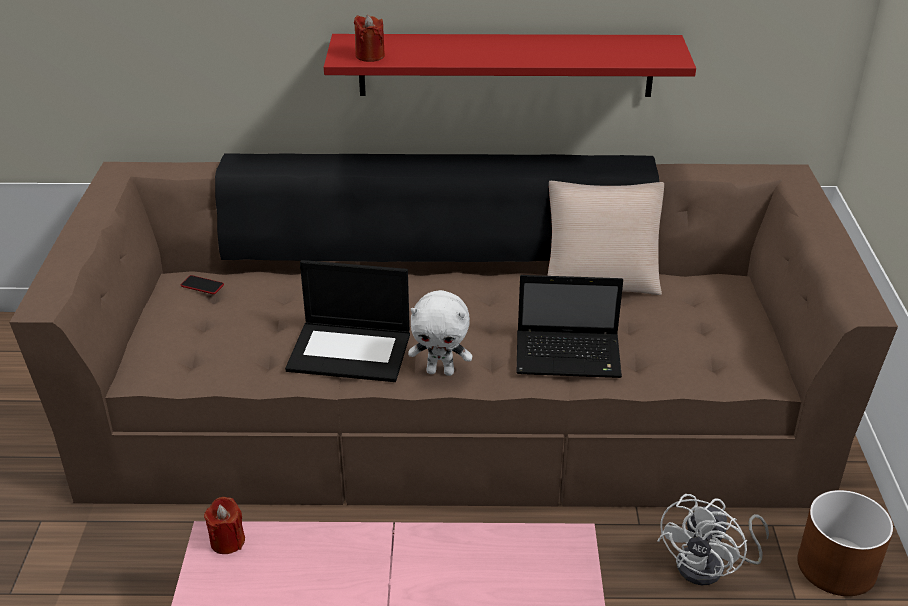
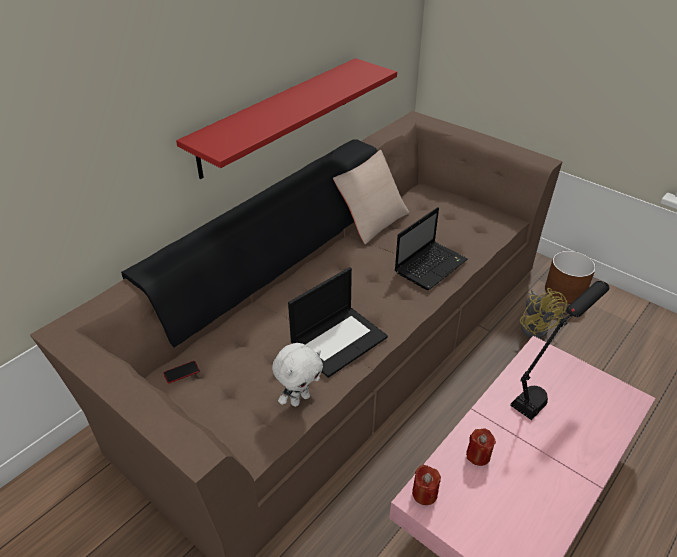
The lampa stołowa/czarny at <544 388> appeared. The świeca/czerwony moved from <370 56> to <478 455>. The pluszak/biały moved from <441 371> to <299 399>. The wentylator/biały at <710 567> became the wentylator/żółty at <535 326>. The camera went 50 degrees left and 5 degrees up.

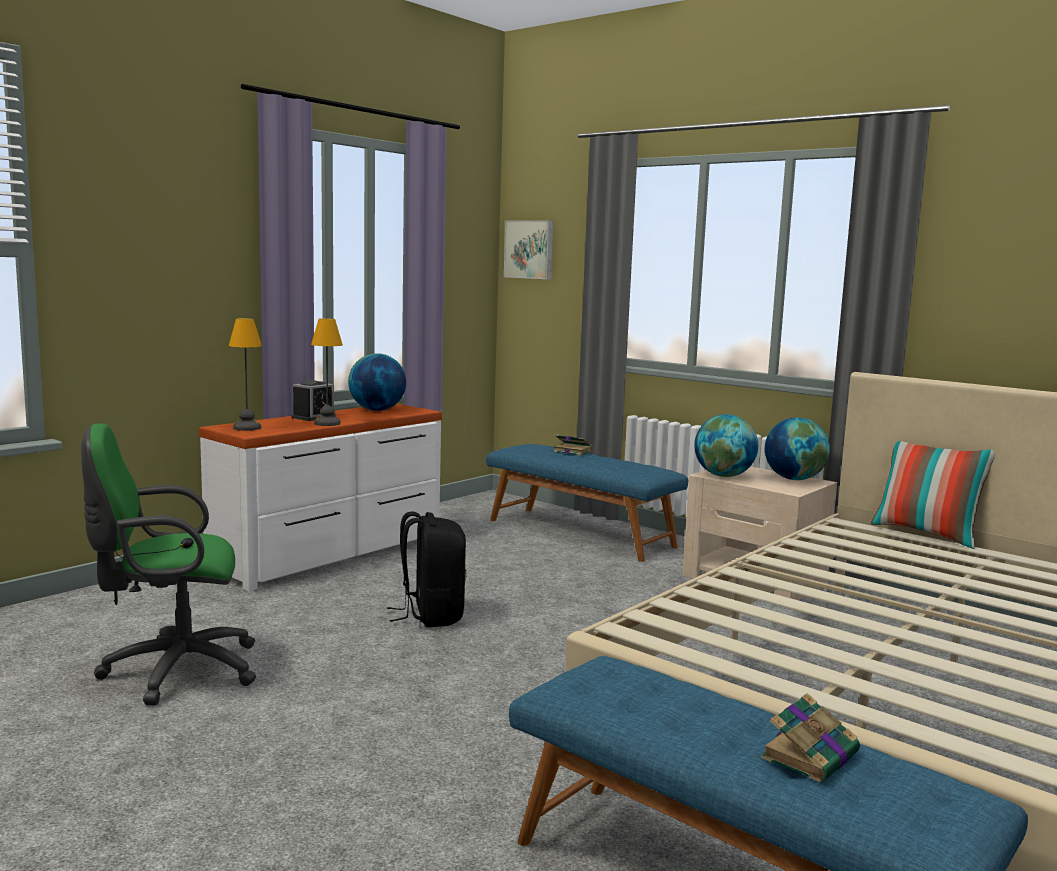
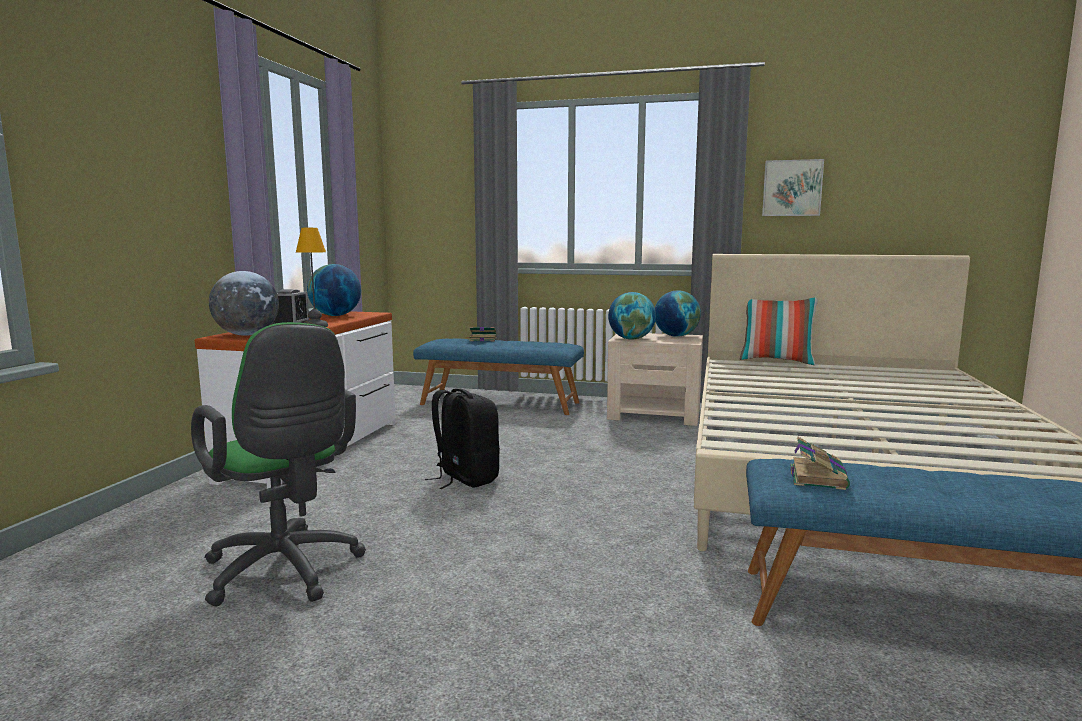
The obraz moved from <530 249> to <792 188>. The książka moved from <811 755> to <817 477>. The lampa stołowa at <247 428> was replaced by the globus at <247 335>. The krzesło biurowe/zielony at <173 671> turned 90 degrees counterclockwise. The camera went 25 degrees left and 0 degrees up.

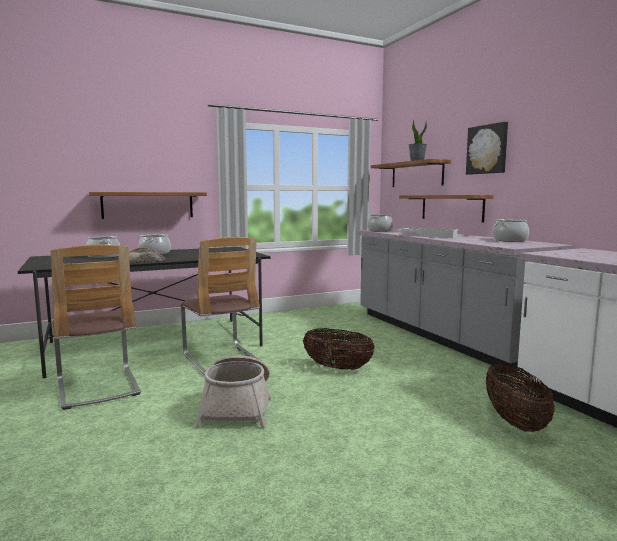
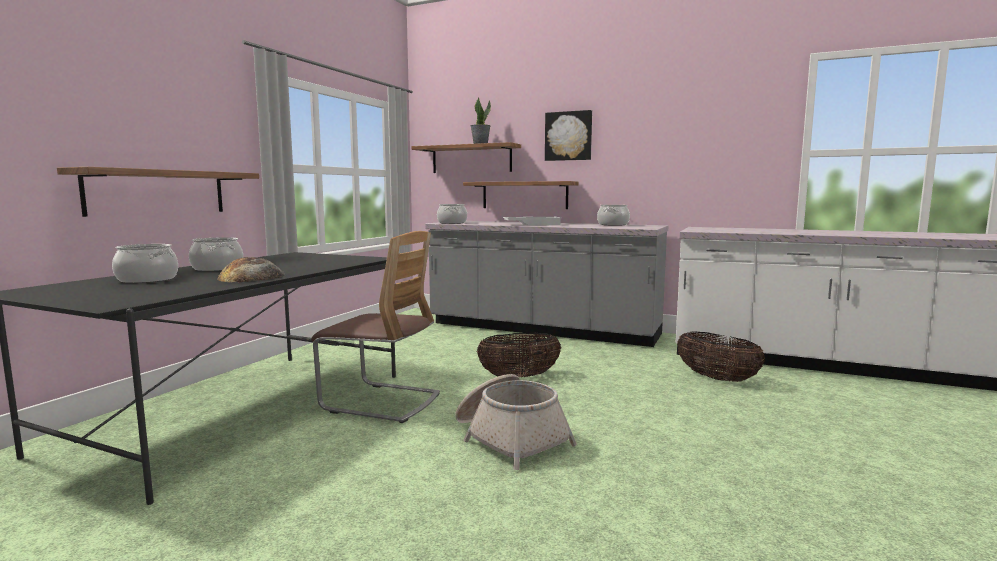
The krzesło at <98 387> disappeared. The camera went 40 degrees left and 0 degrees up.

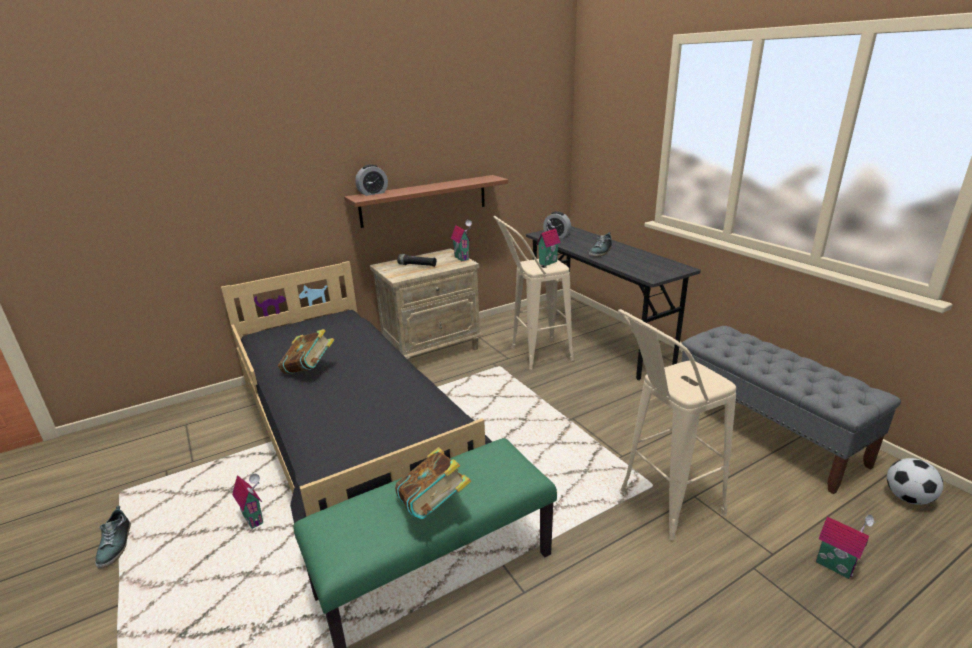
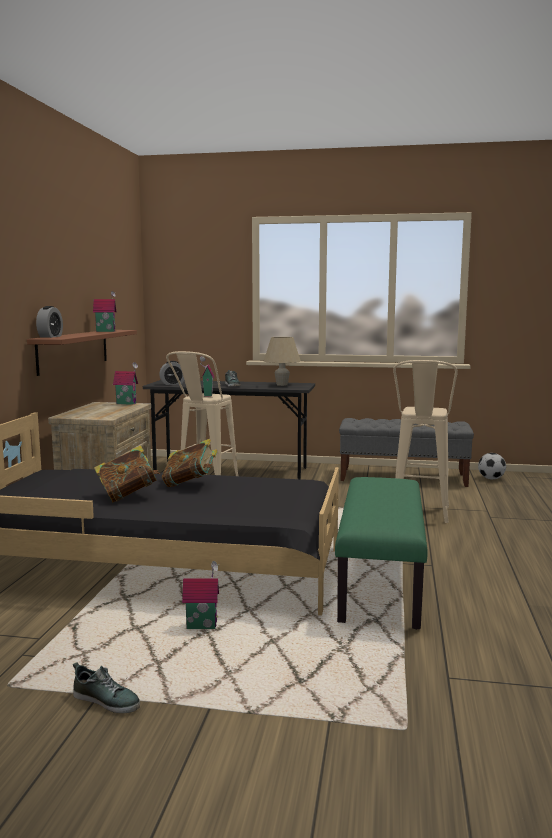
The latarka/czarny at <417 265> disappeared. The lampa stołowa/beżowy at <282 384> appeared. The książka moved from <434 506> to <190 484>. The domek moved from <835 565> to <106 331>. The camera went 50 degrees left and 15 degrees down.

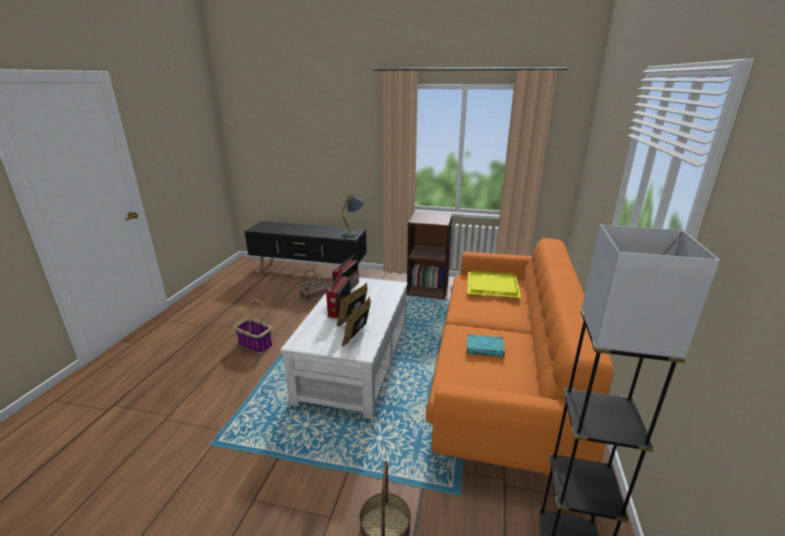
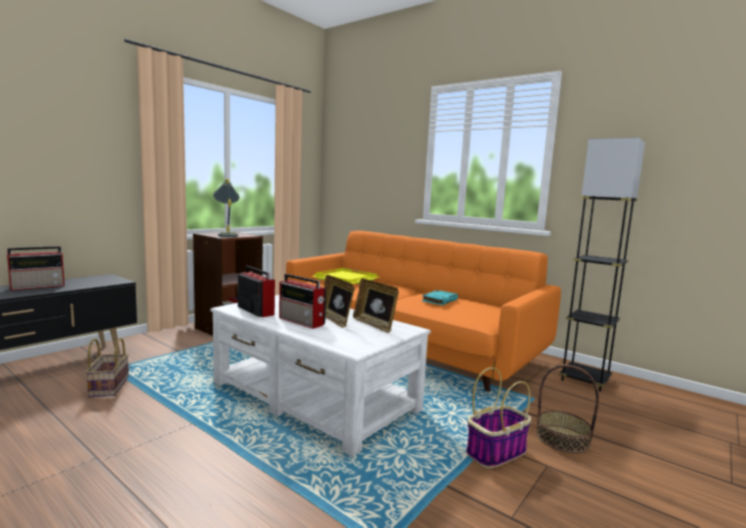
The radio at <39 286> appeared. The koszyk moved from <256 344> to <496 452>. The lampa stołowa/szary moved from <353 233> to <227 235>. The camera went 65 degrees left and 15 degrees down.

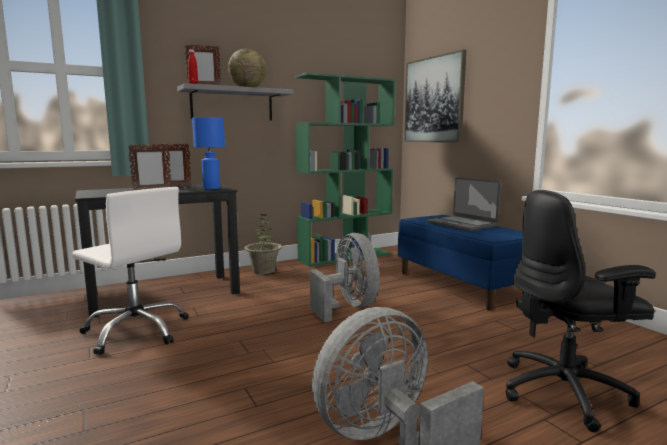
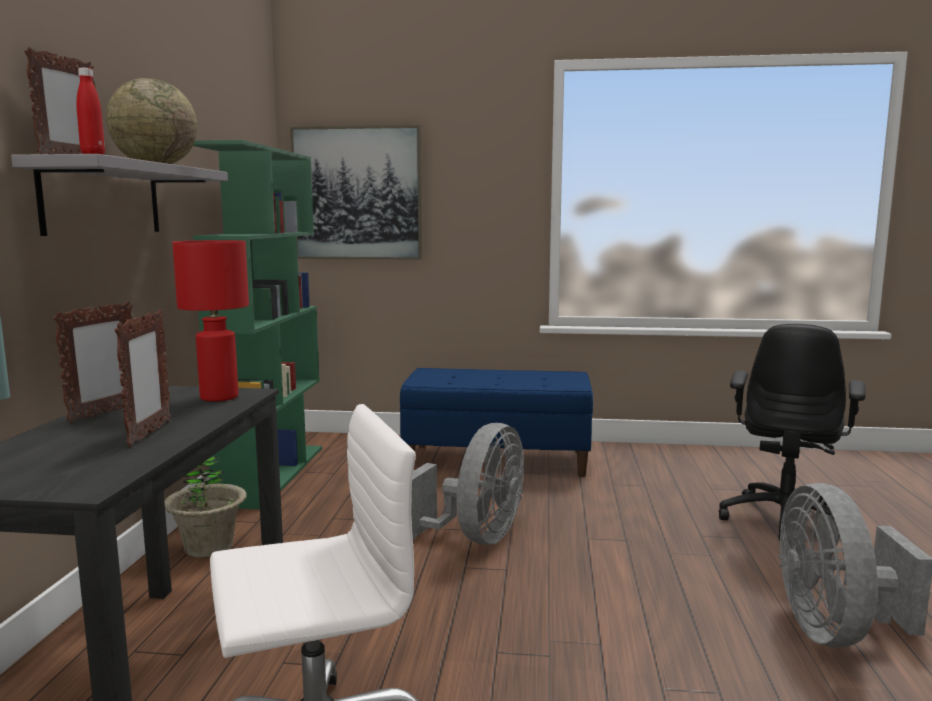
The laptop at <461 224> disappeared. The lampa stołowa/niebieski at <212 188> became the lampa stołowa/czerwony at <220 397>. The wentylator/szary at <348 307> turned 105 degrees clockwise. The camera went 55 degrees left and 0 degrees up.

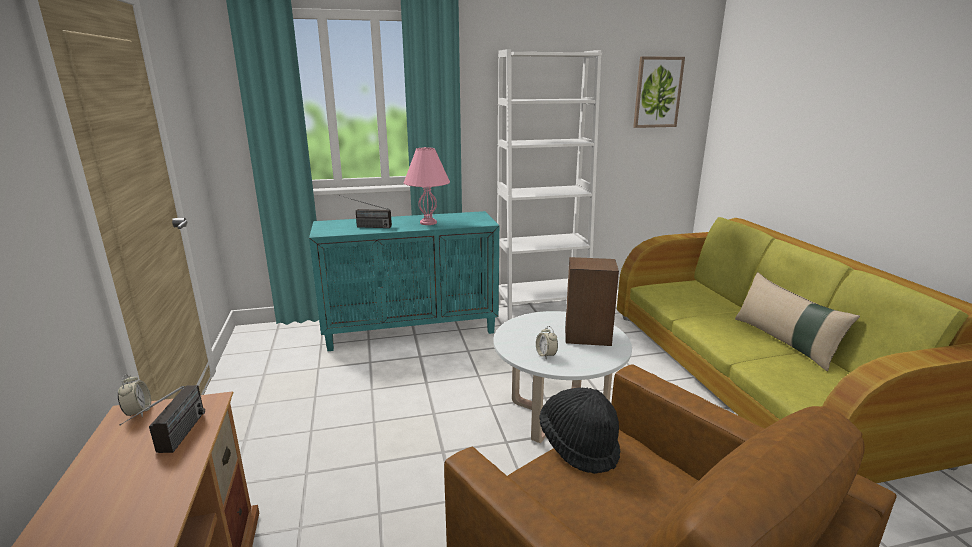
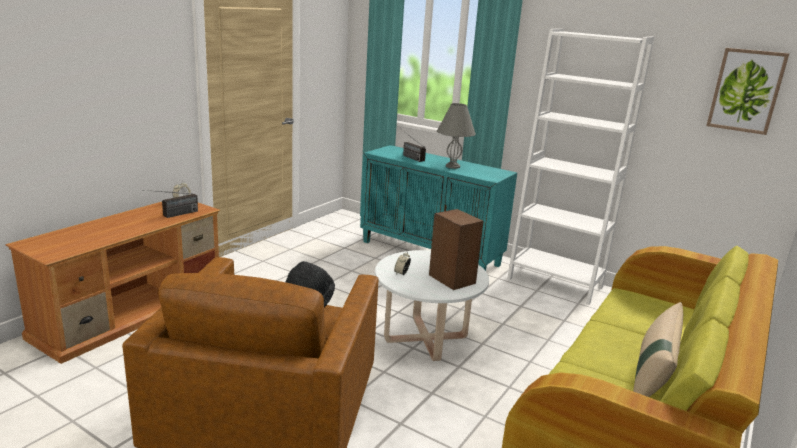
The lampa stołowa/różowy at <428 223> became the lampa stołowa/szary at <452 166>. The camera went 45 degrees right and 0 degrees up.

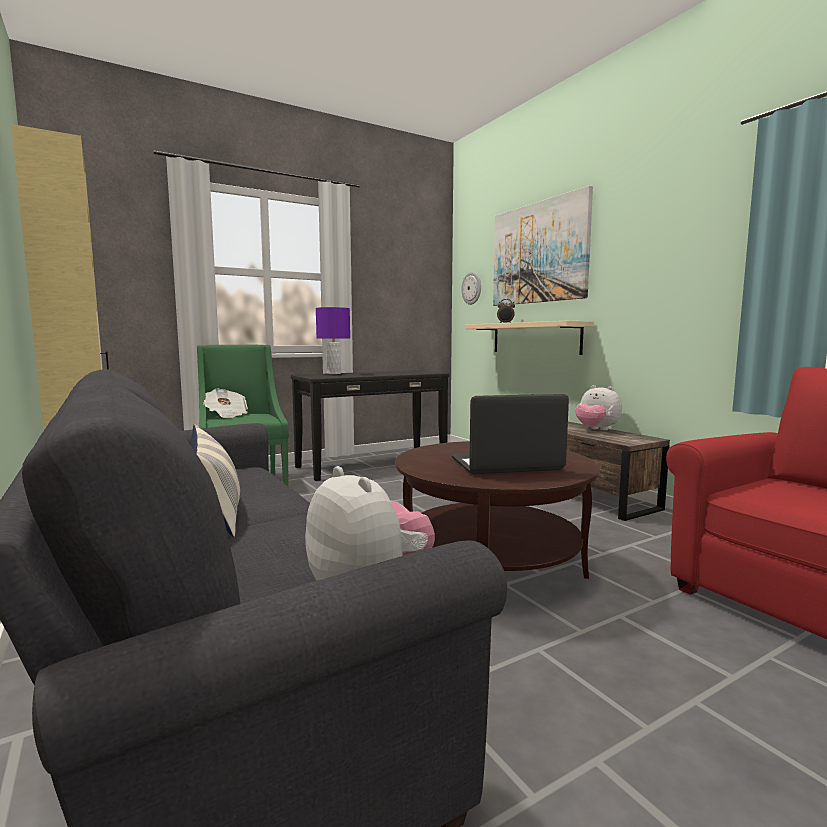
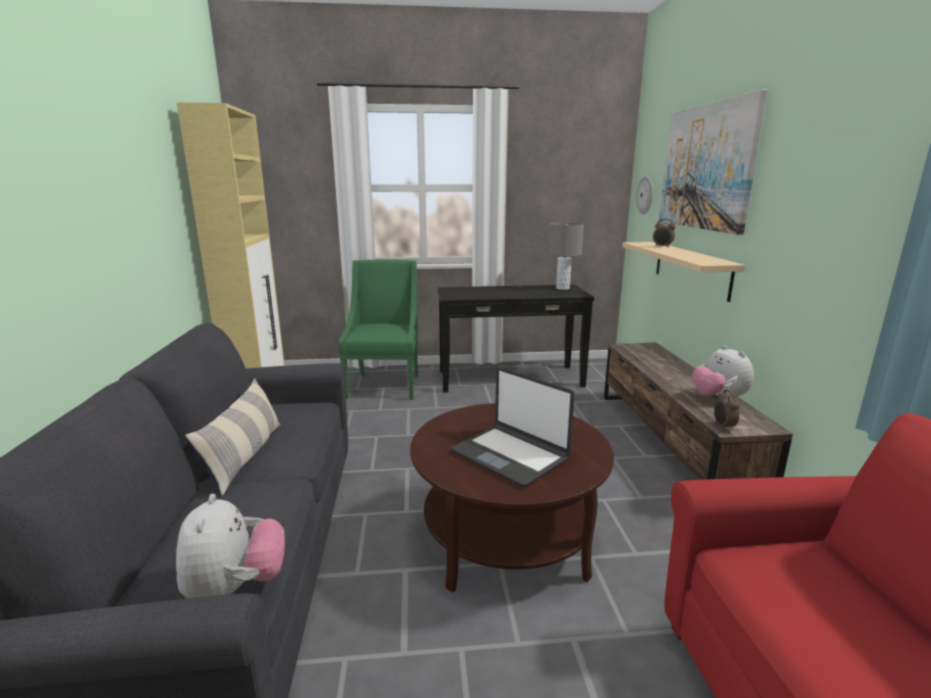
The gazeta at <226 415> disappeared. The lampa stołowa/fioletowy at <334 373> disappeared. The lampa stołowa/szary at <563 288> appeared. The budzik at <723 427> appeared. The laptop at <506 465> turned 150 degrees counterclockwise. The camera went 25 degrees right and 10 degrees up.

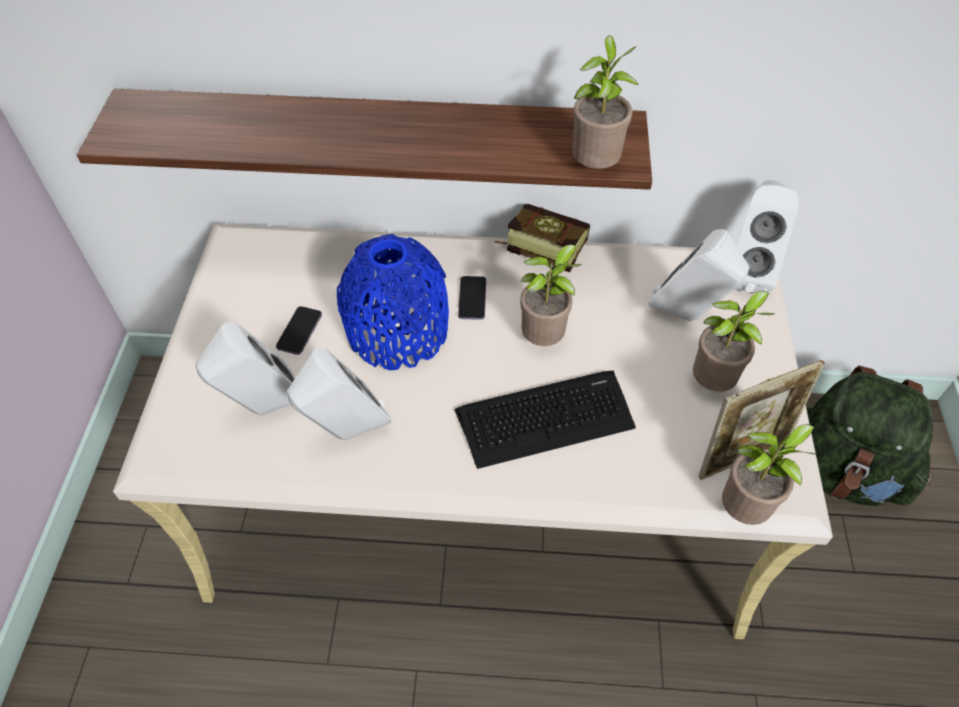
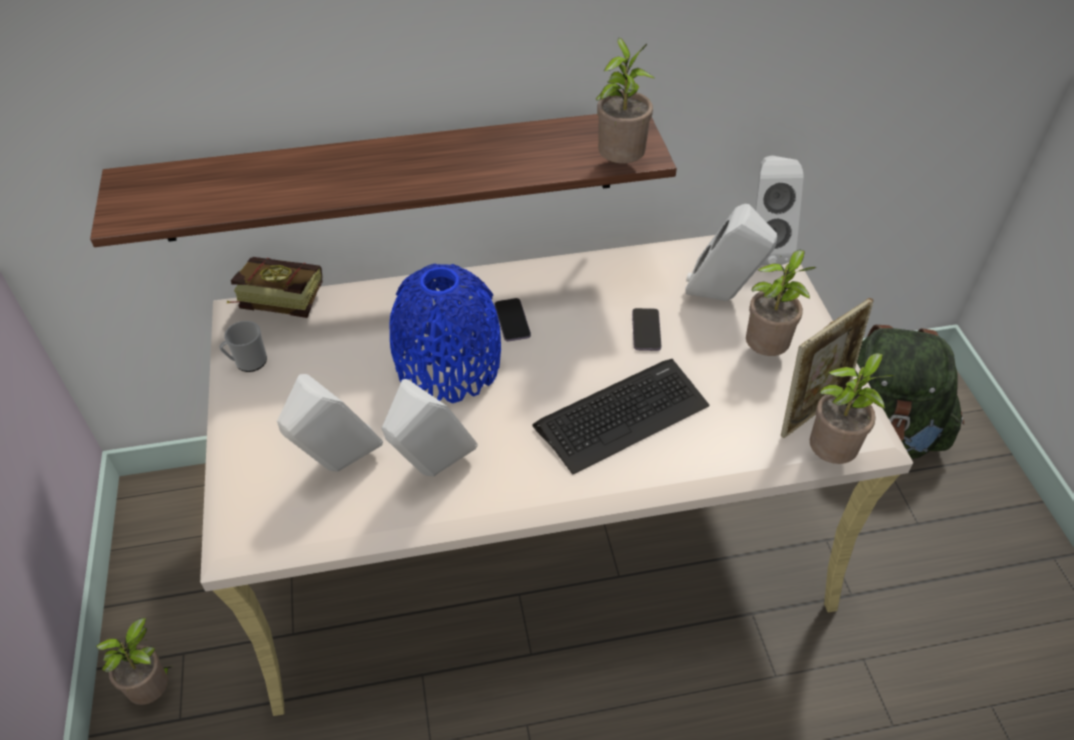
The kubek at <247 362> appeared. The telefon moved from <299 331> to <646 331>. The książka moved from <538 248> to <275 300>. The roślina doniczkowa moved from <544 339> to <155 689>. The camera went 15 degrees left and 5 degrees down.

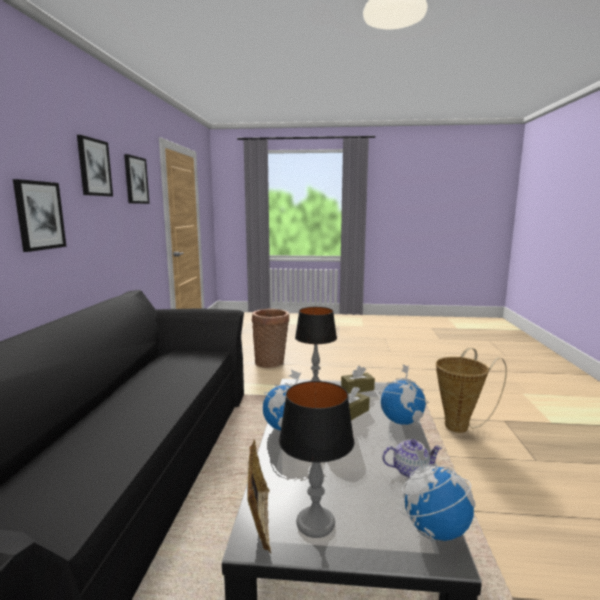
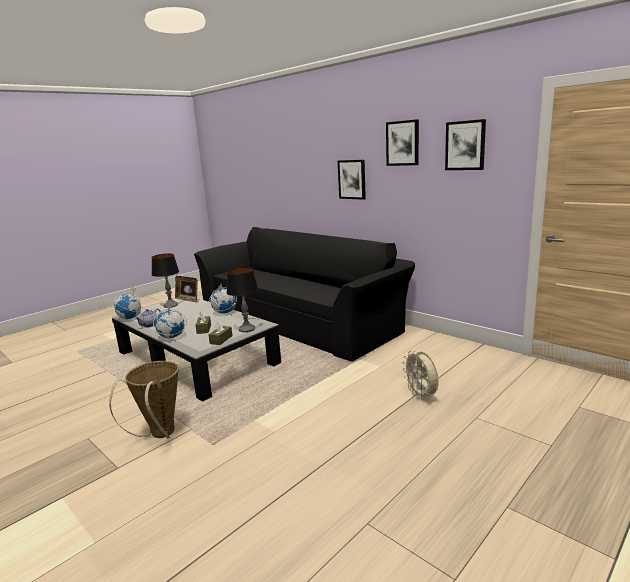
The koszyk at <271 362> was replaced by the wentylator/beżowy at <421 395>. The camera went 130 degrees right and 5 degrees up.

